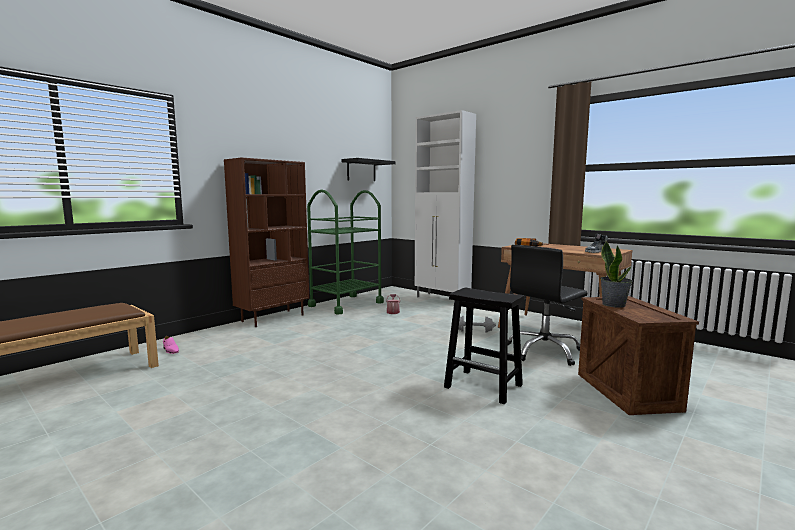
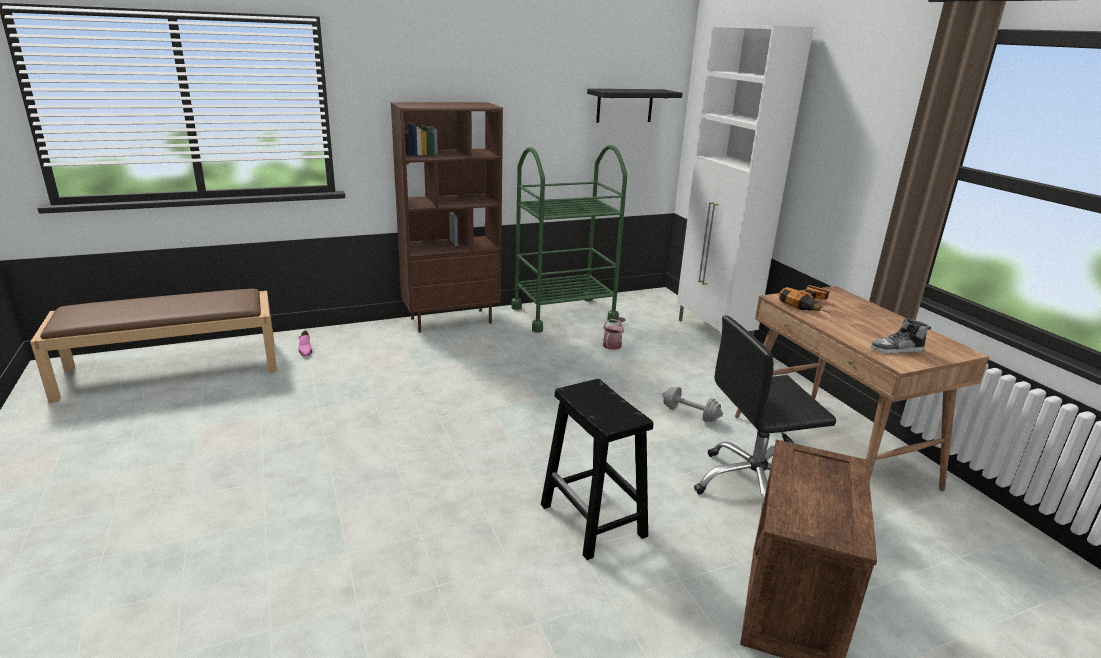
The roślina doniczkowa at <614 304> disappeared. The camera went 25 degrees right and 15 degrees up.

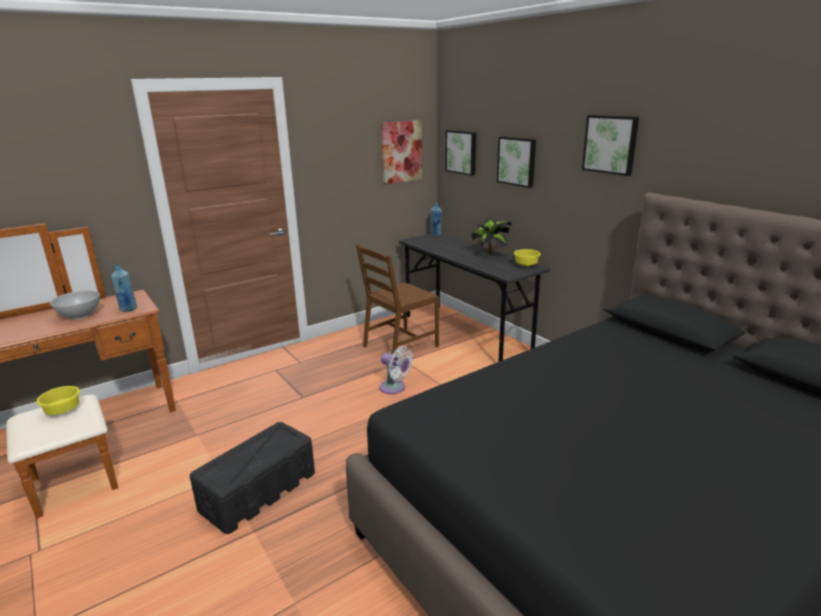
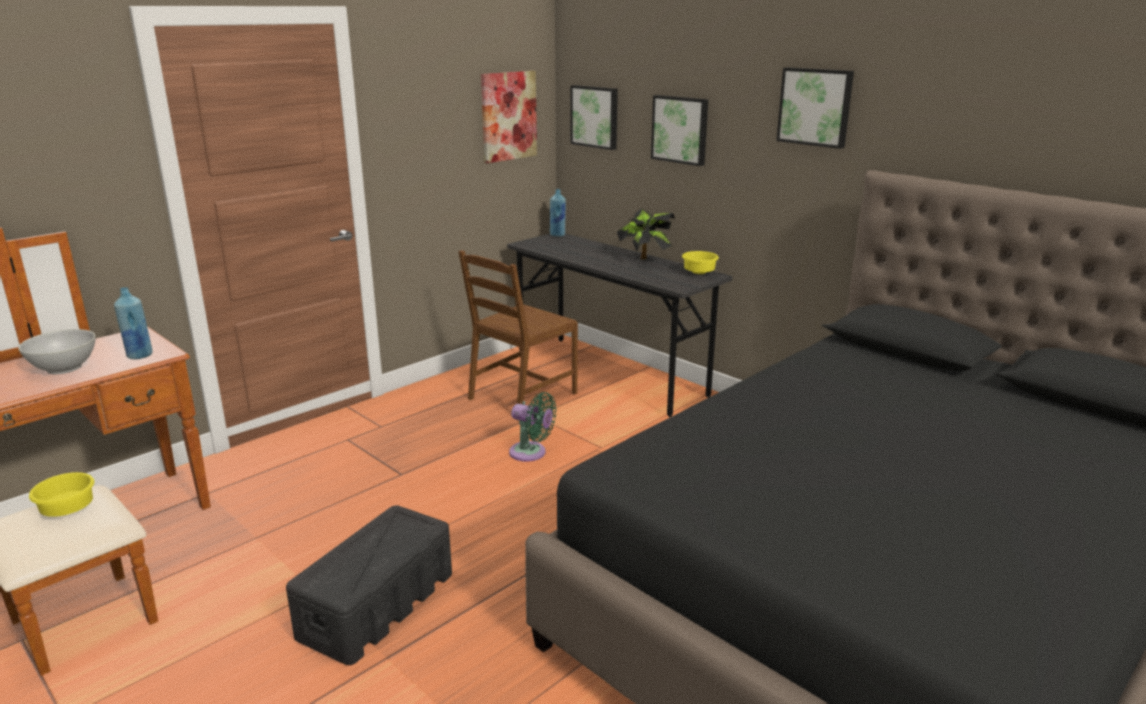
The wentylator/biały at <394 388> became the wentylator/zielony at <531 453>. The camera went 10 degrees left and 0 degrees up.

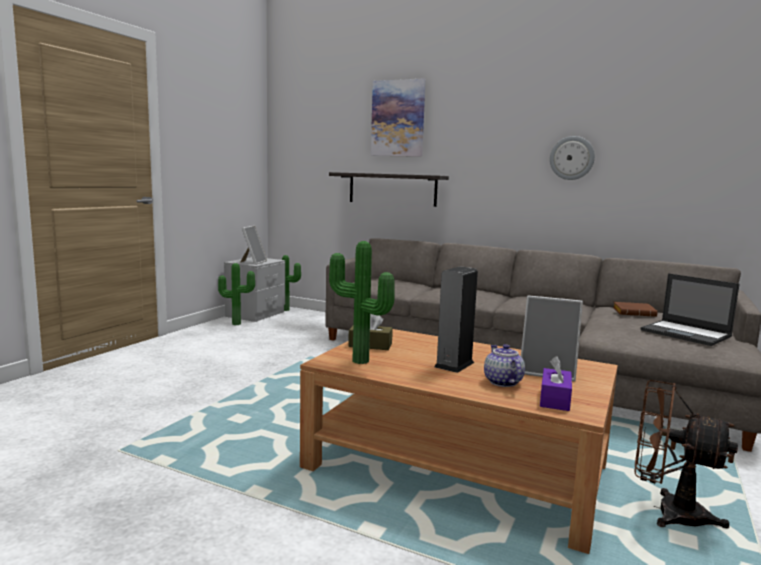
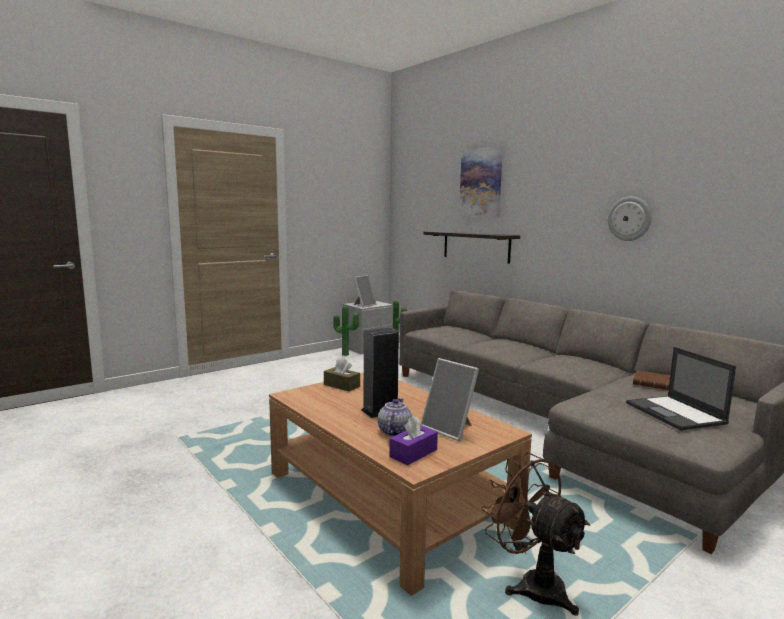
The roślina doniczkowa at <359 362> disappeared. The camera went 25 degrees right and 0 degrees up.

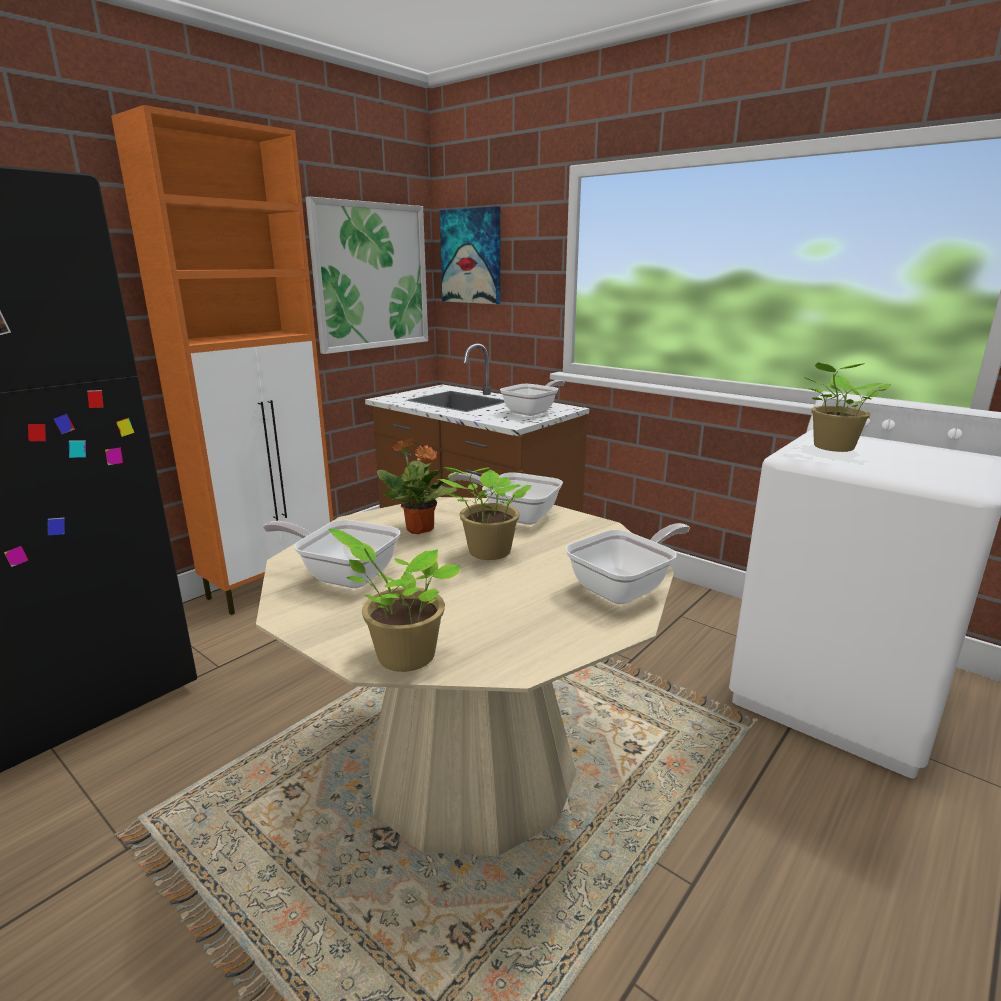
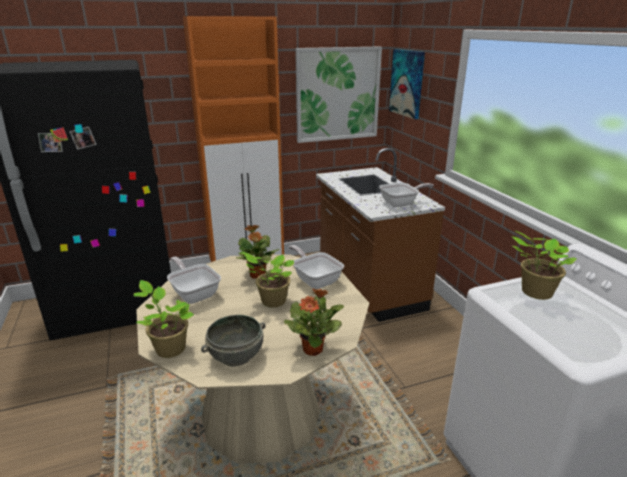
The miska/szary at <236 356> appeared. The patelnia at <626 588> was replaced by the roślina doniczkowa at <313 349>. The camera went 30 degrees right and 5 degrees up.

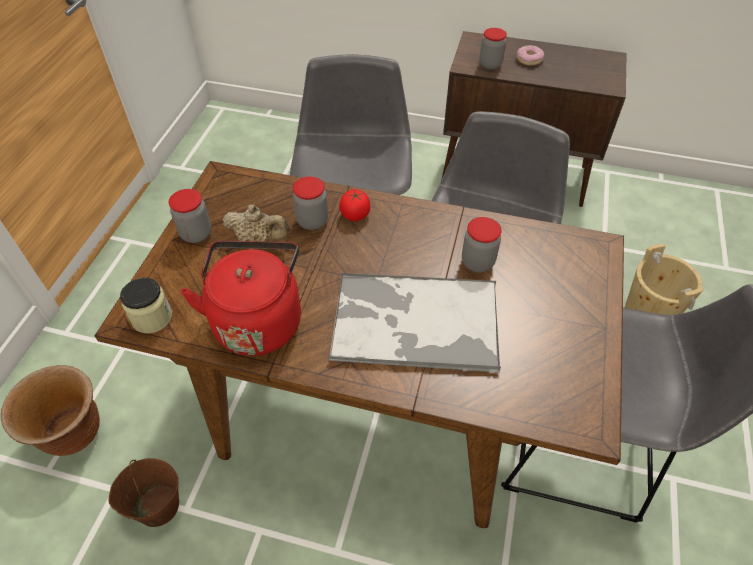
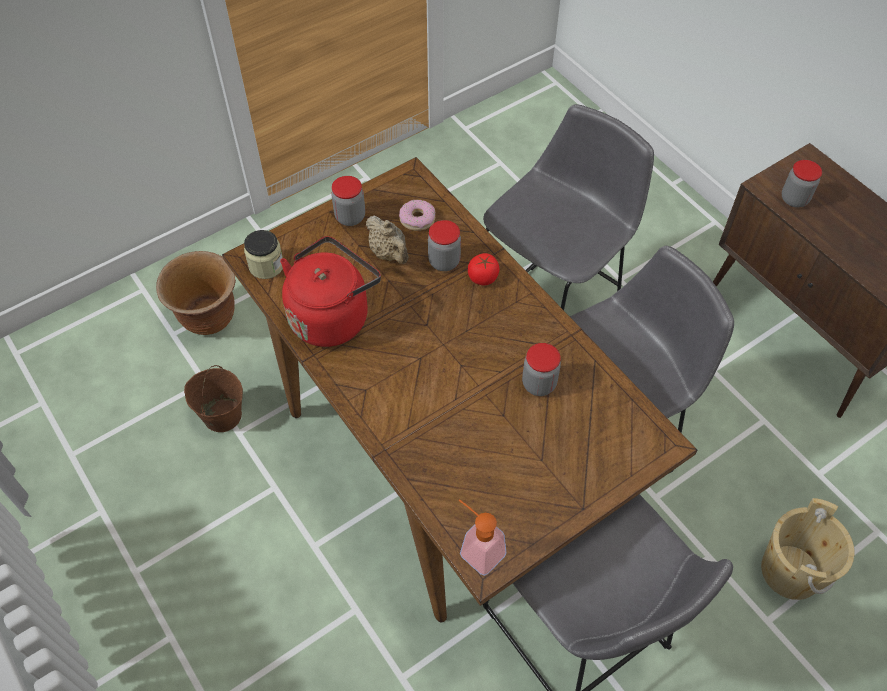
The taca at <414 322> disappeared. The dozownik mydła at <477 549> appeared. The donut moved from <529 59> to <417 219>. The camera went 40 degrees right and 5 degrees up.

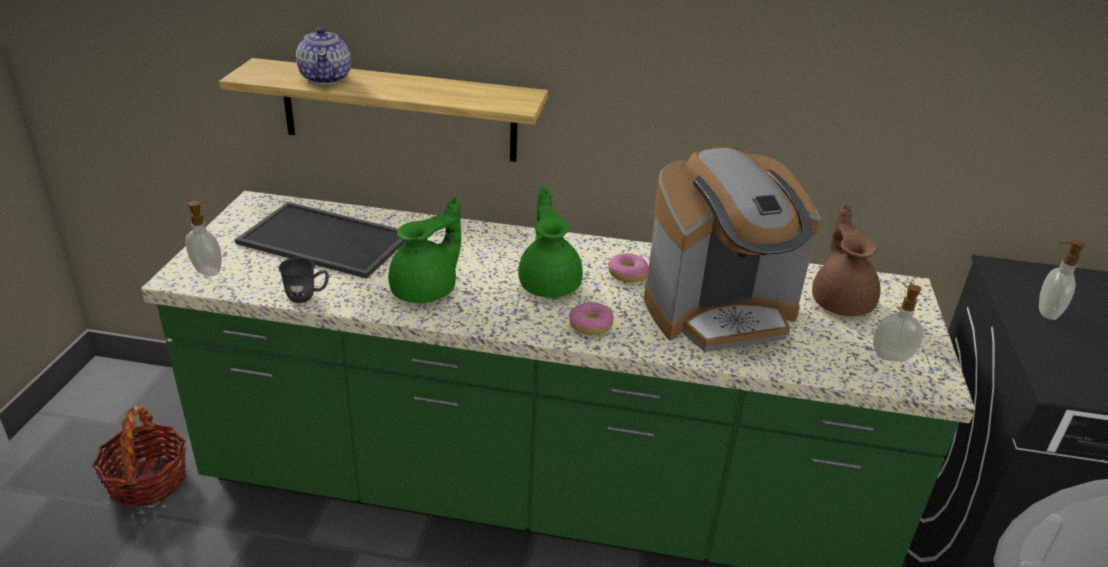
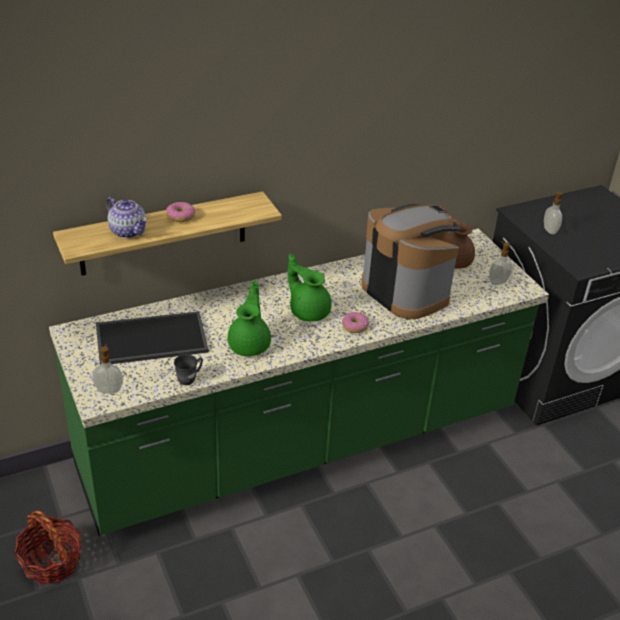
The donut moved from <627 274> to <180 216>. The ekspres do kawy at <719 312> turned 75 degrees counterclockwise. The camera went 35 degrees left and 5 degrees up.

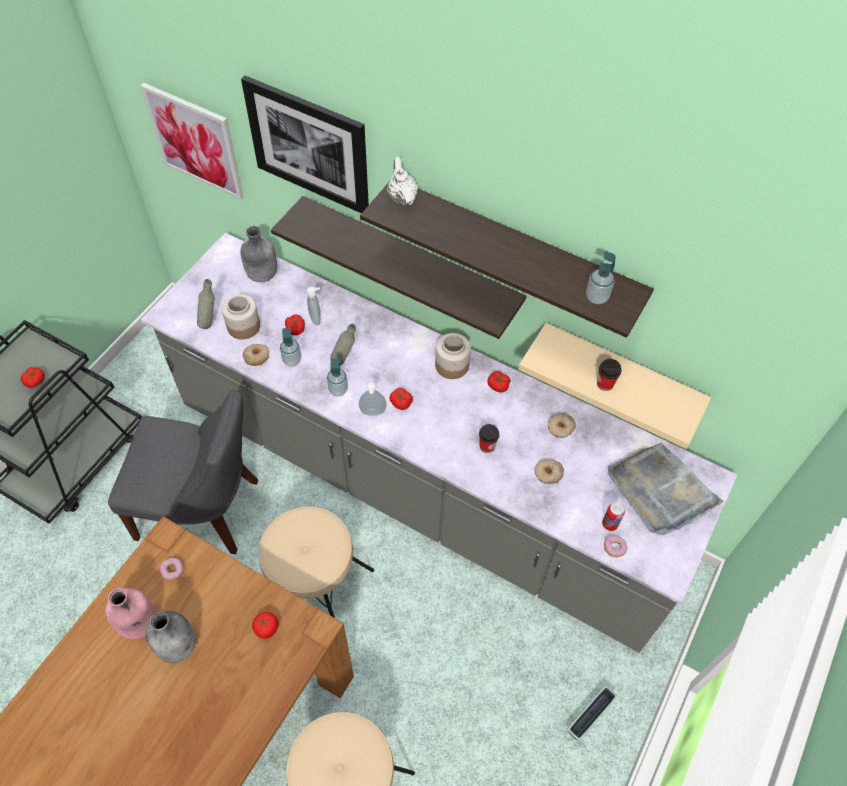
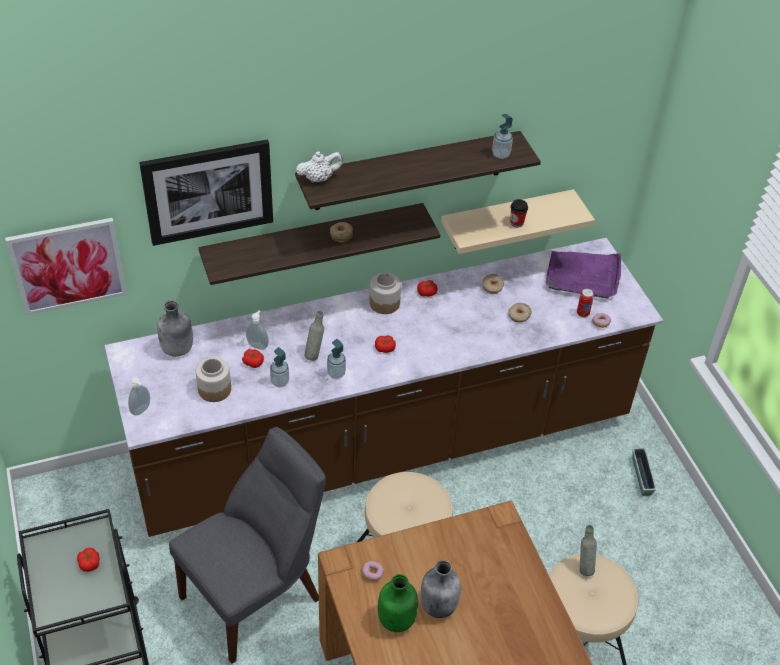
The pomidor at <267 628> disappeared. The filiżanka at <487 446> disappeared. The butelka/szary moved from <210 321> to <584 566>. The donut moved from <256 357> to <341 235>. The dozownik mydła moved from <373 413> to <142 411>. The butelka/różowy at <139 624> became the butelka/zielony at <397 620>. The zabudowa kuchenna/szary at <421 485> became the zabudowa kuchenna/brązowy at <384 444>. The taca/szary at <660 491> became the taca/fioletowy at <583 276>. The imbryk/biały at <402 197> turned 135 degrees clockwise. The camera went 50 degrees left and 10 degrees down.

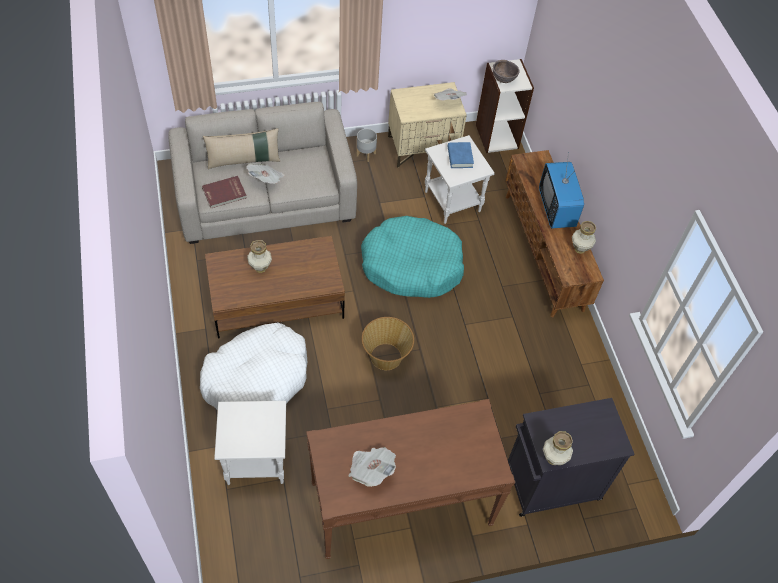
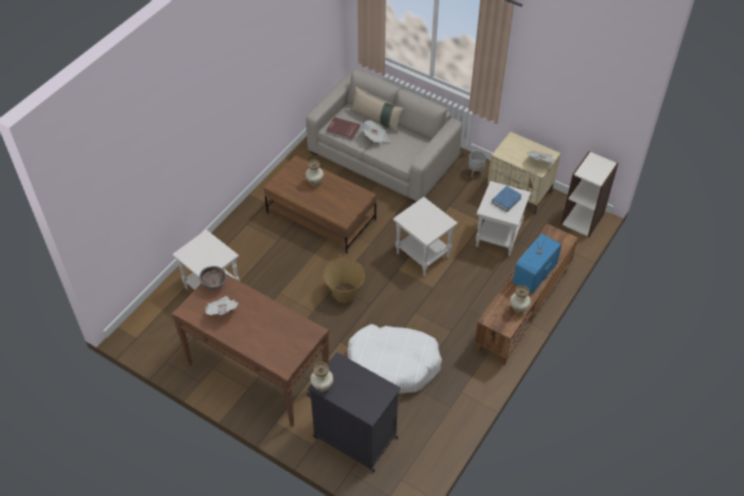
The legowisko/biały moved from <257 377> to <393 364>. The miska/brązowy moved from <503 80> to <214 285>. The legowisko/turkusowy at <411 265> was replaced by the stolik/biały at <423 255>. The camera went 50 degrees right and 5 degrees down.

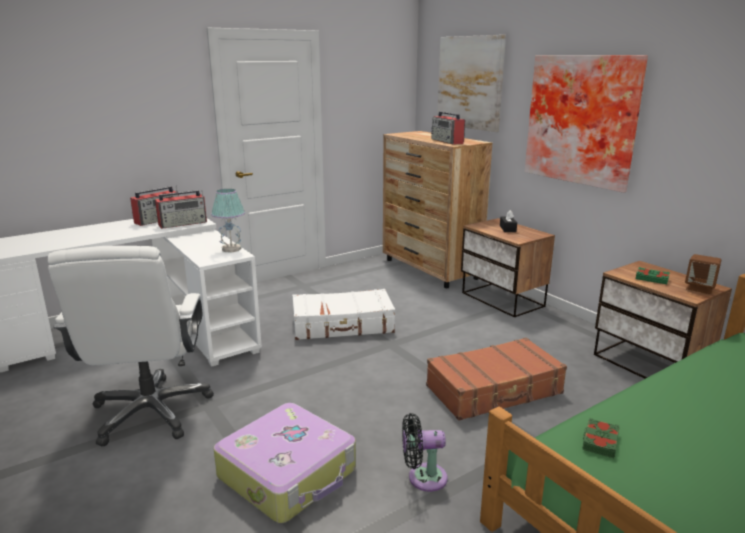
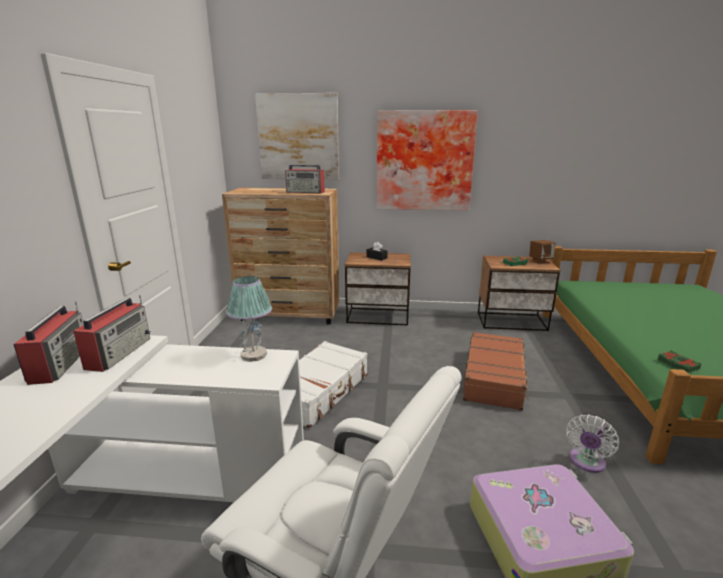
The wentylator/czarny at <423 477> became the wentylator/biały at <586 462>. The camera went 50 degrees left and 0 degrees up.

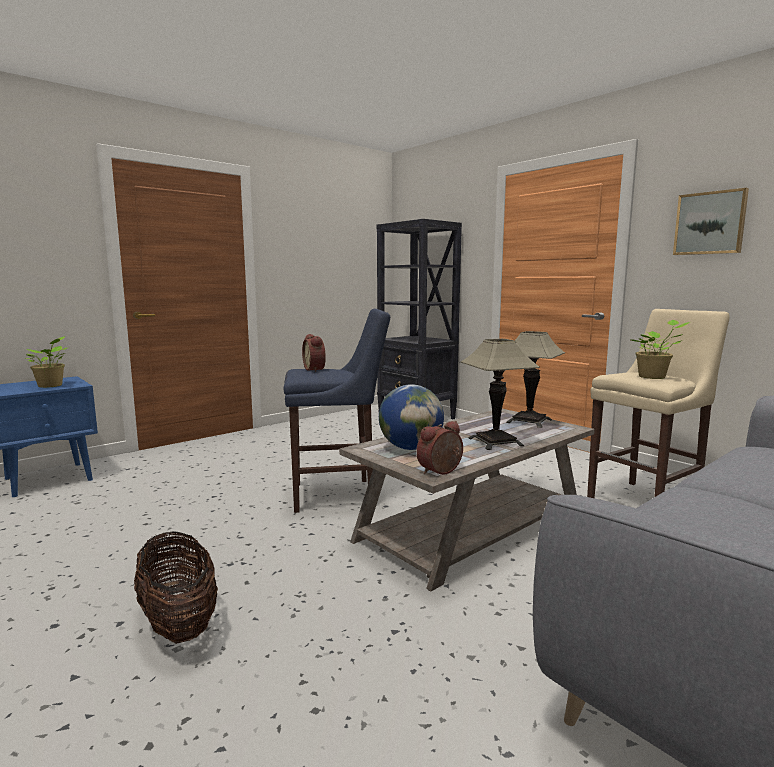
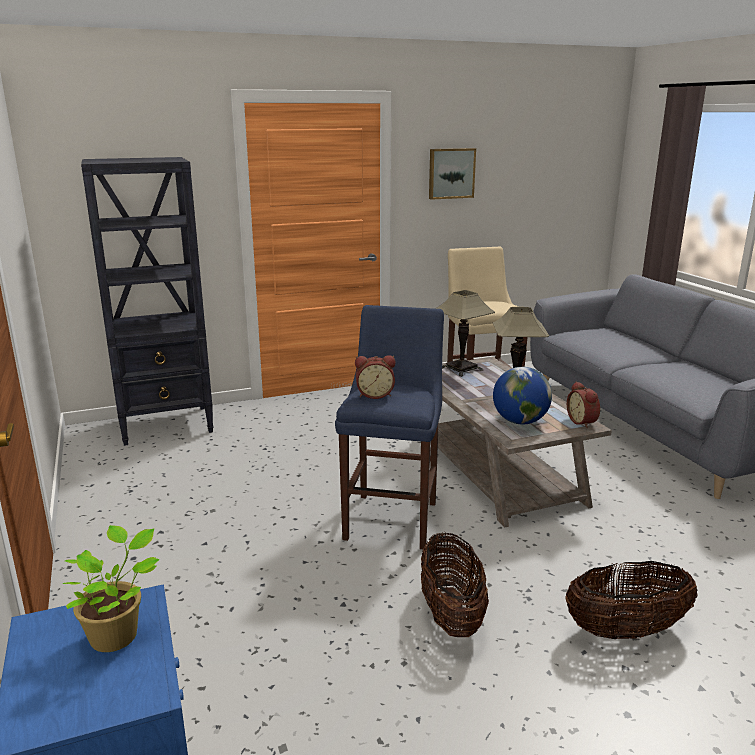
The roślina doniczkowa at <654 377> disappeared. The koszyk at <451 614> appeared. The camera went 70 degrees left and 10 degrees up.

